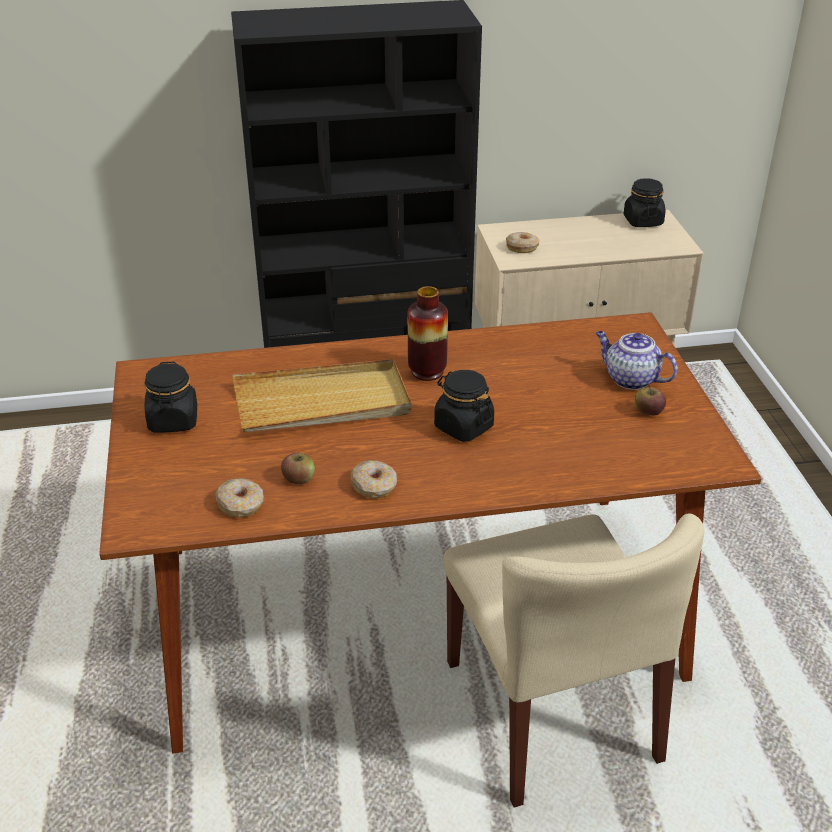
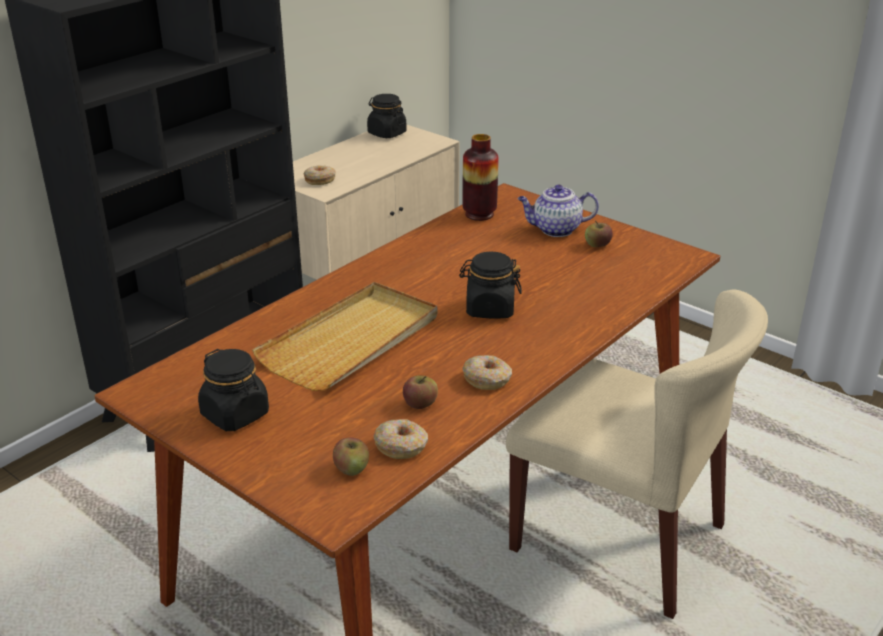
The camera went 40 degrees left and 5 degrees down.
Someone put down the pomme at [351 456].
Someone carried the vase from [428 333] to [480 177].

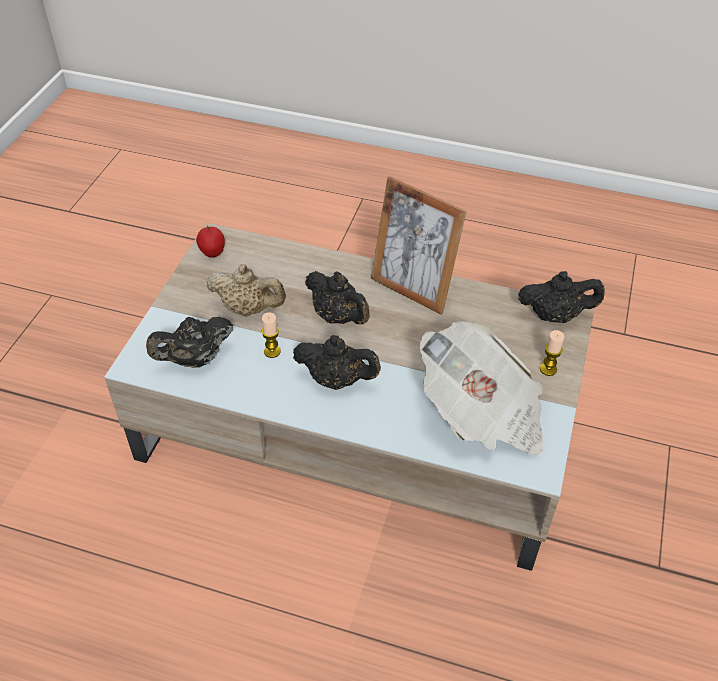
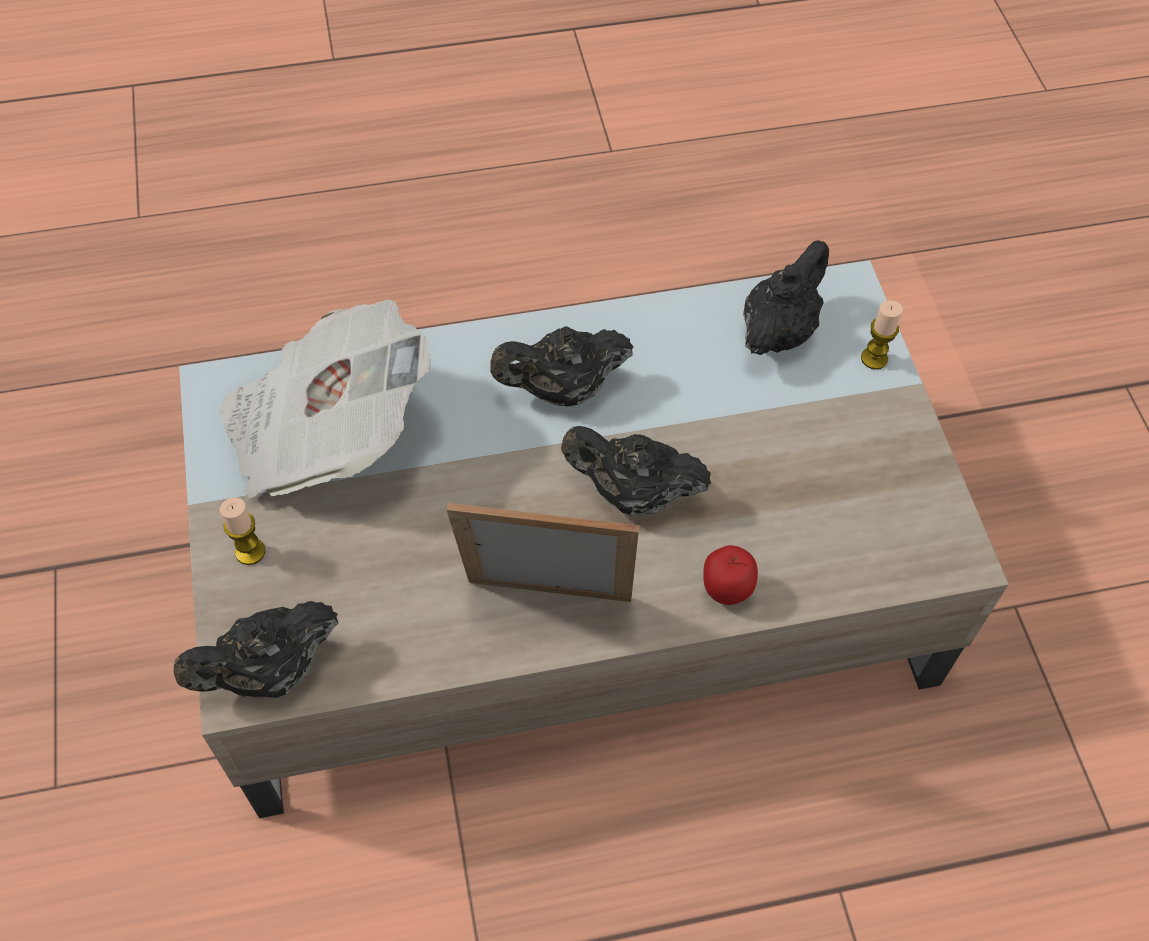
The camera went 150 degrees right and 10 degrees up.
Someone carried the pomme from [210 241] to [730 575].
Someone carried the bougie from [271 335] to [882 335].
Someone took away the théière [beige] at [246 290].

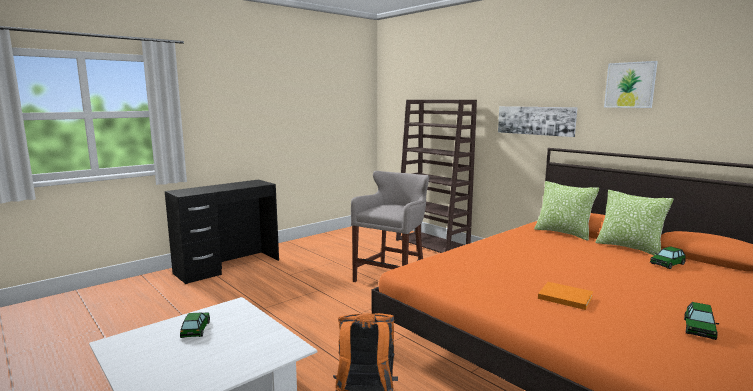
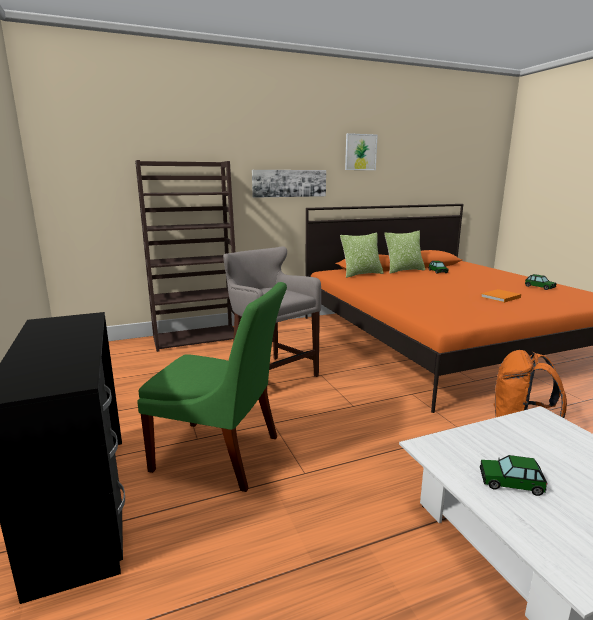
The camera went 70 degrees left and 5 degrees up.
Someone put down the chaise [vert] at [212 387].

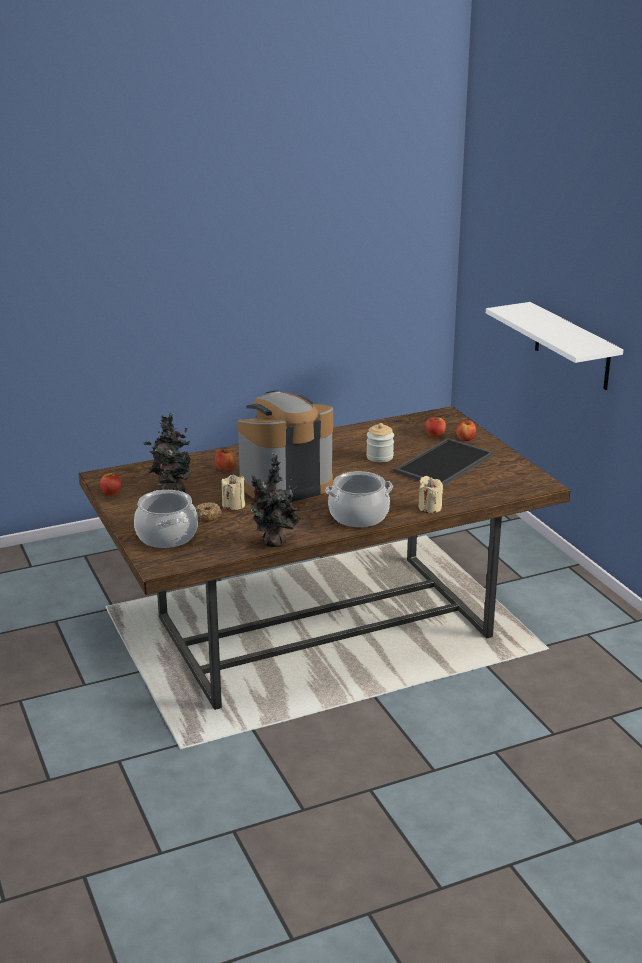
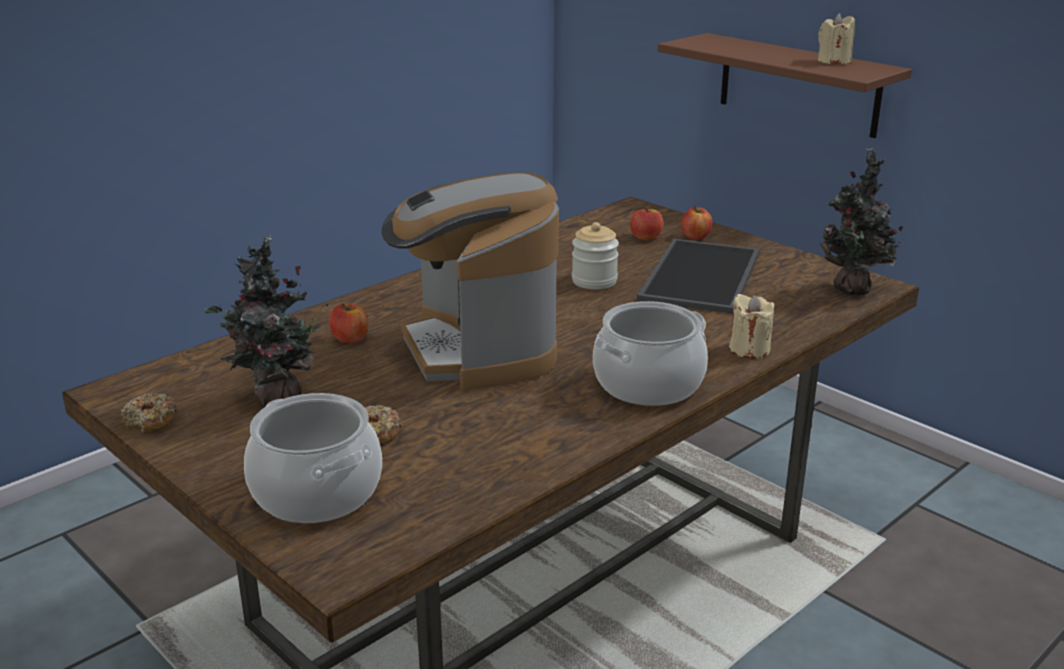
The camera went 20 degrees left and 0 degrees up.
Someone swapped the pomme at [111 484] for the beignet at [149 413].
Someone rotated the machine à café at [285 446] by 60 degrees counterclockwise.
Someone repainted the étagère [blanc] at [554 346], which became the étagère [marron] at [785 85].
Someone carried the bougie [beige] from [233 492] to [836 38].
Someone carried the plante en pot from [276 500] to [861 222].

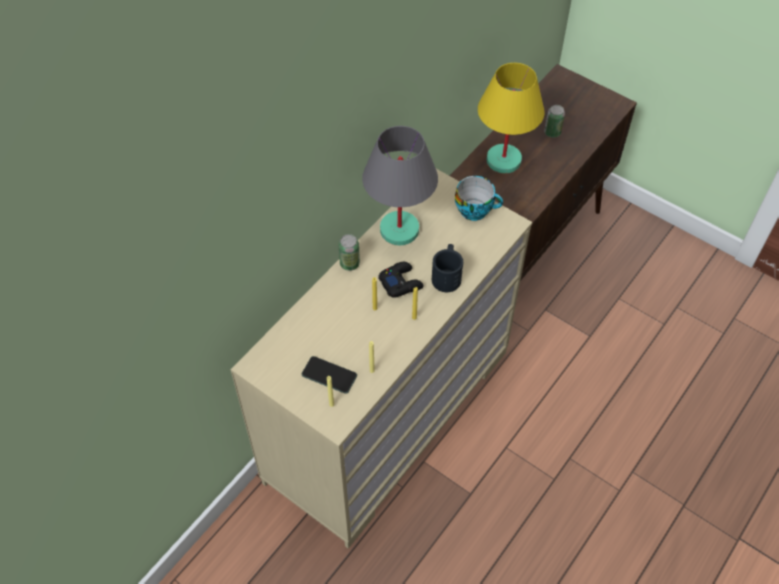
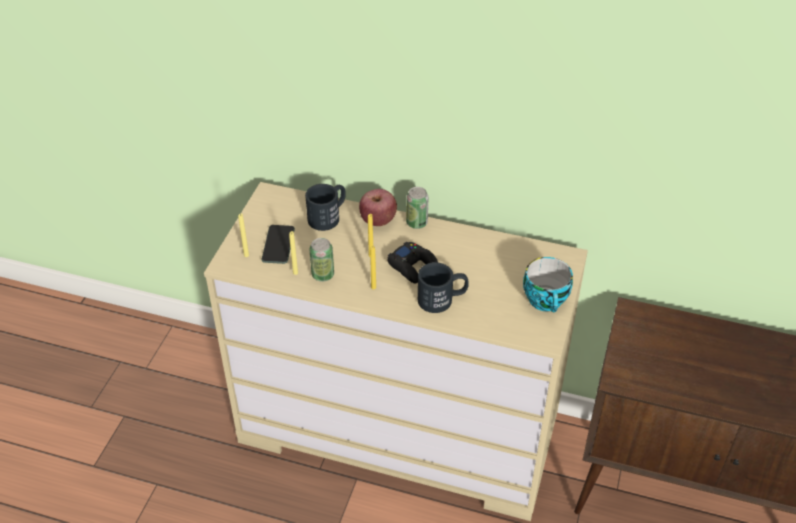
The camera went 70 degrees right and 10 degrees down.
Someone put down the mug [noir] at [325 207].
Someone carried the boîte métallique from [554 121] to [321 260].
Someone put down the pomme at [378 207].
Someone took away the lampe de table [gris] at [400 185].
Someone took away the lampe de table [jaune] at [511 118].

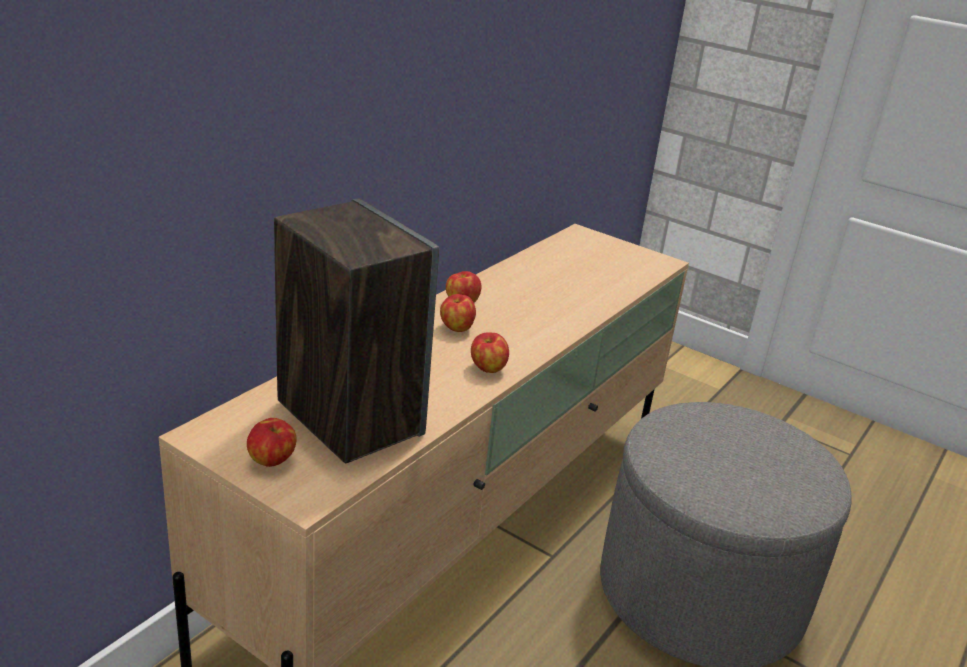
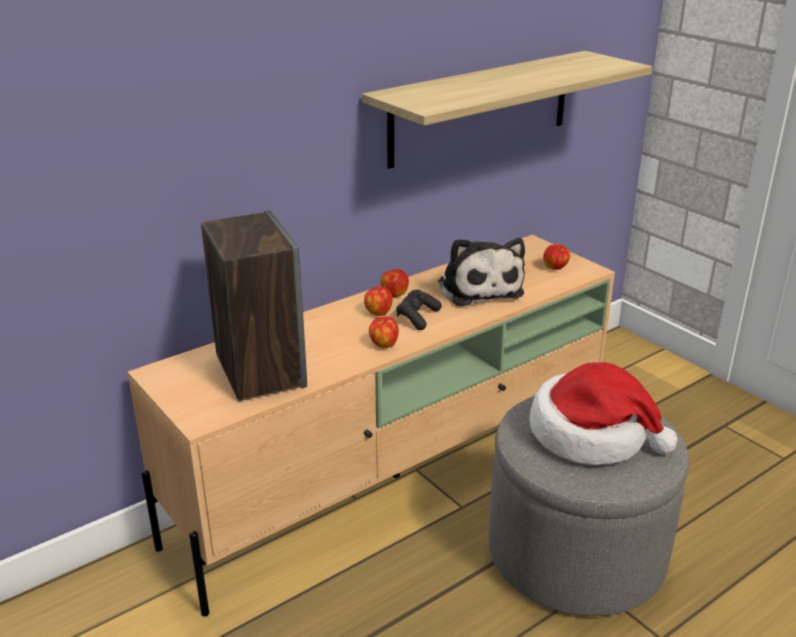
The camera went 20 degrees right and 0 degrees up.
Someone put up the étagère at [507 110].
Someone put down the manette [noir] at [419 309].
Someone put down the peluche at [481 272].
Someone put down the chapeau at [603 413].
Someone carried the pomme from [271 442] to [556 257].

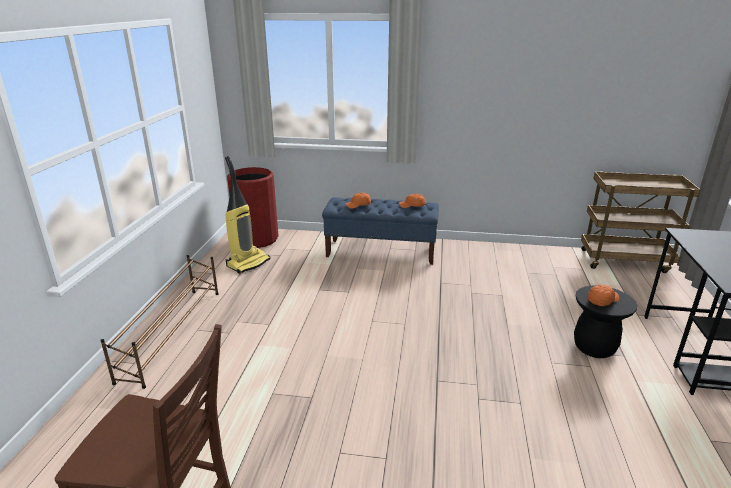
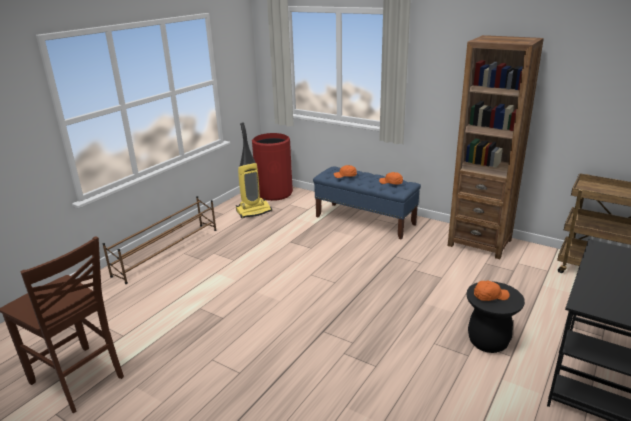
The camera went 25 degrees right and 0 degrees up.
Someone put down the bibliothèque [marron] at [496 147].

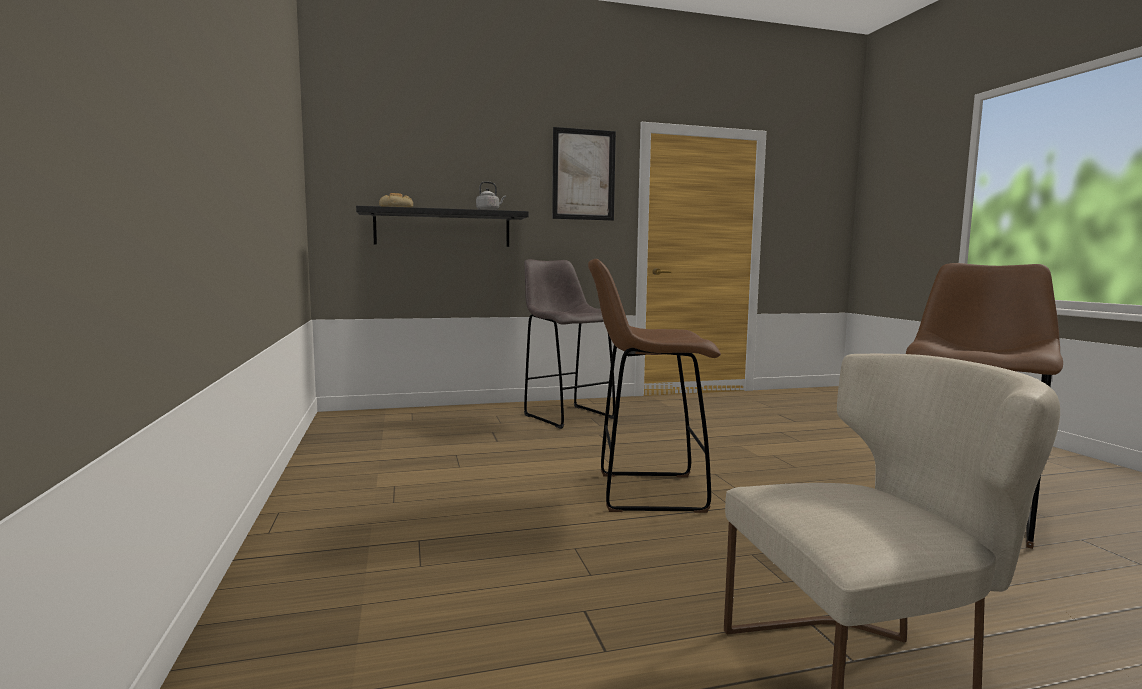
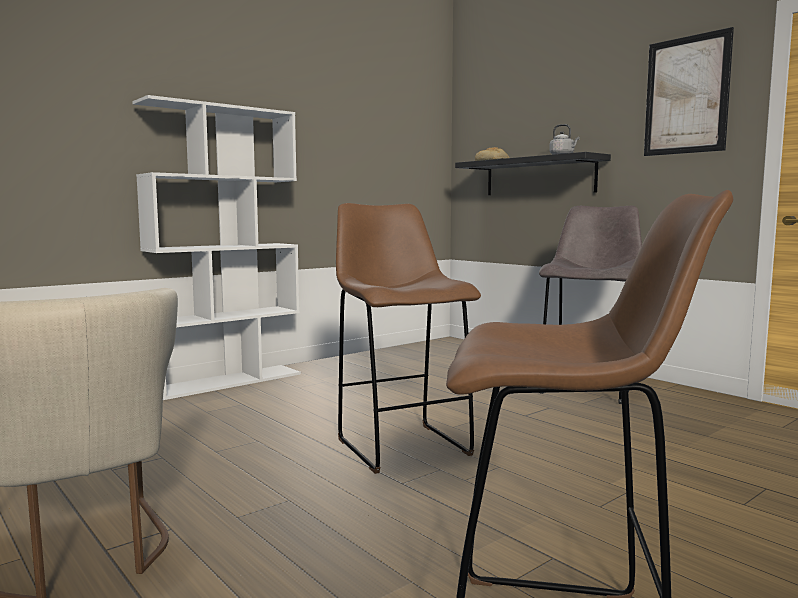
The camera went 65 degrees right and 0 degrees up.
Someone put down the bibliothèque [blanc] at [216 247].

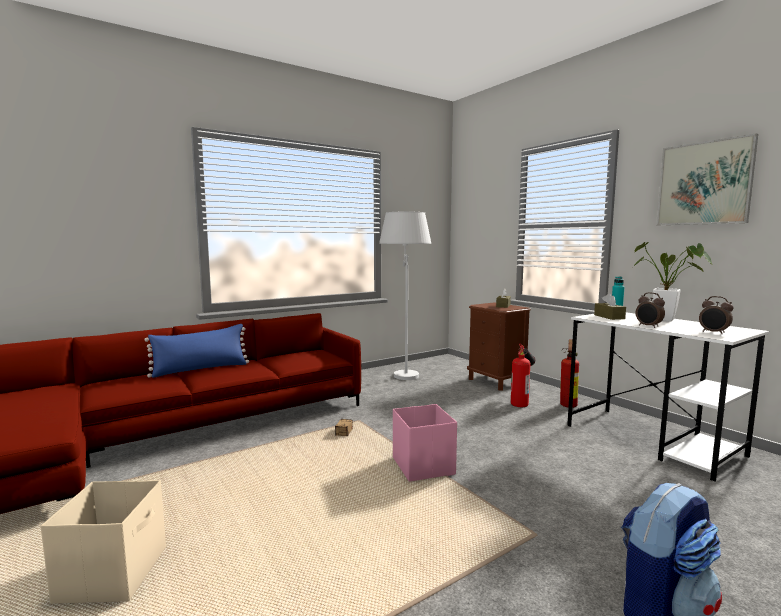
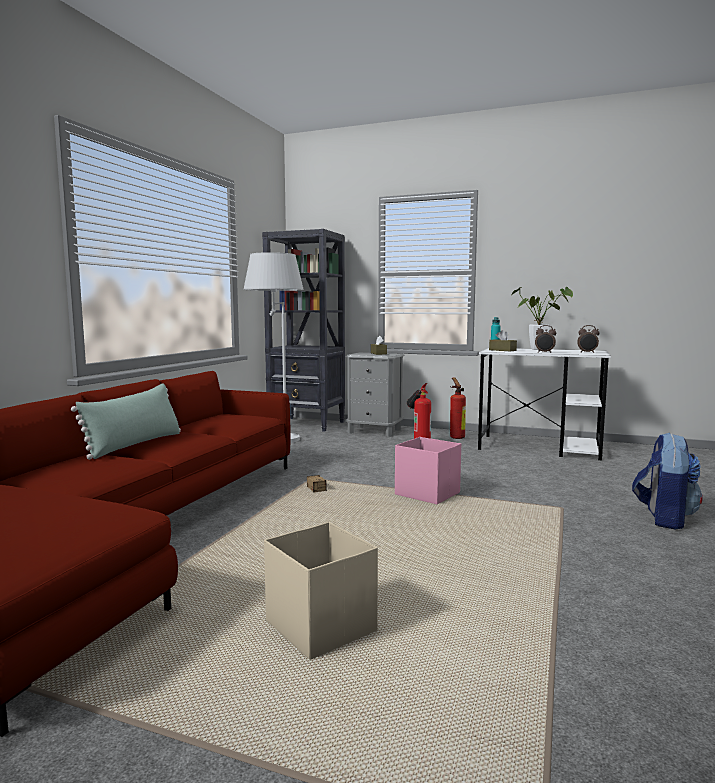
The camera went 35 degrees left and 0 degrees up.
Someone repainted the coussin [bleu] at [196 351], which became the coussin [vert] at [126 422].
Someone put down the bibliothèque [noir] at [303 330].
Someone repainted the table de chevet [marron] at [499 347], which became the table de chevet [gris] at [375 394].
Someone took away the tableau at [707 179].

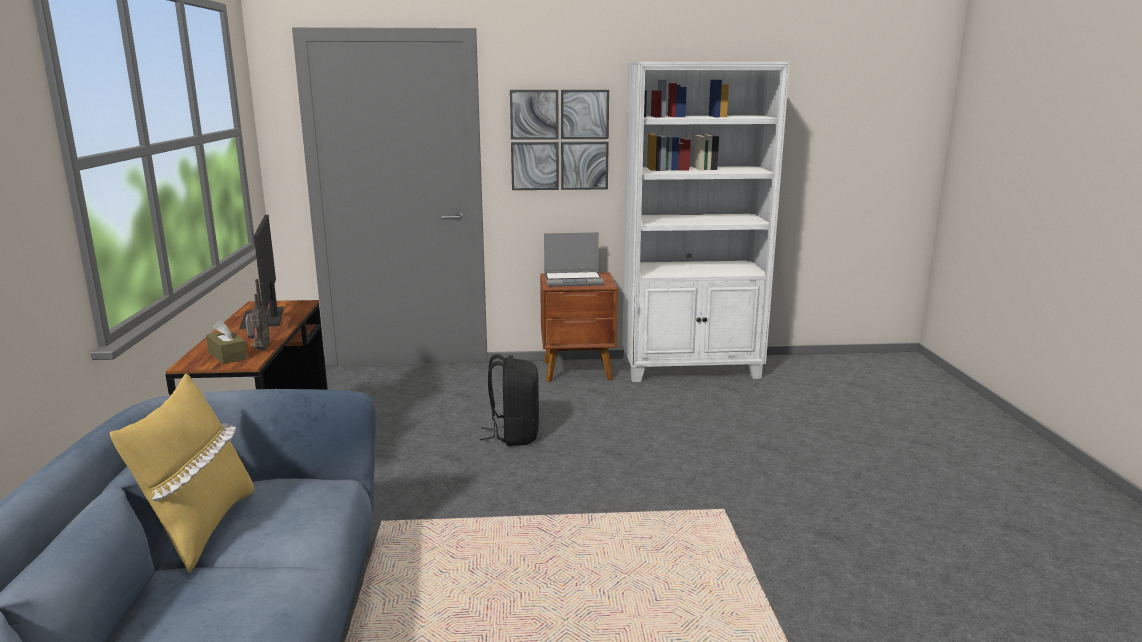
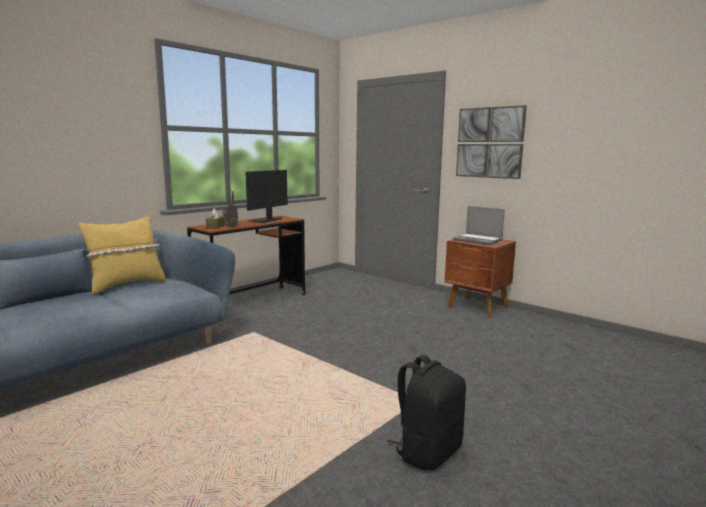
The camera went 45 degrees right and 5 degrees down.
Someone carried the sac à dos [noir] from [509 400] to [426 413].
Someone took away the bibliothèque [blanc] at [706 222].

